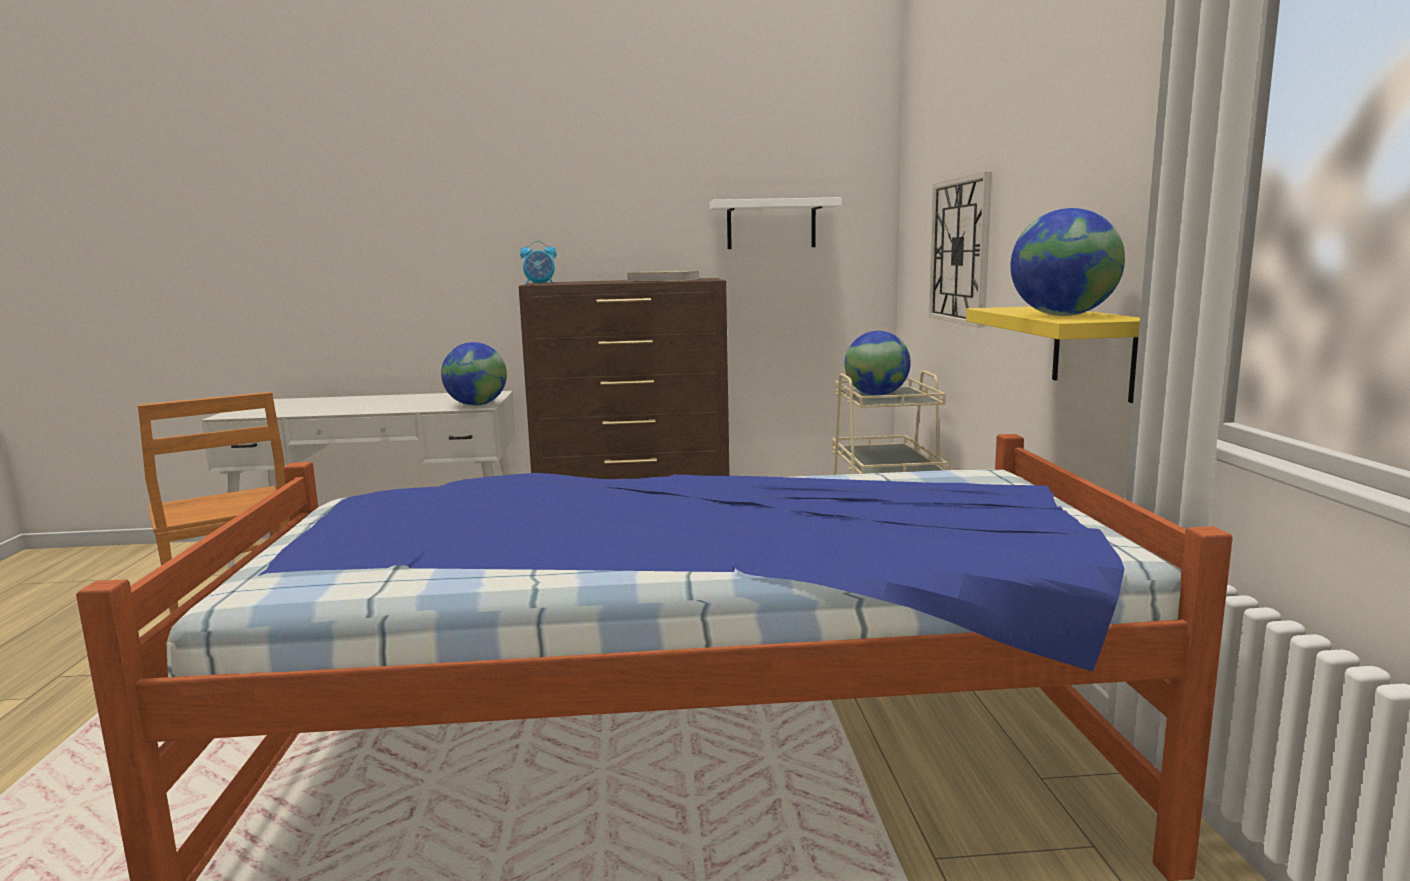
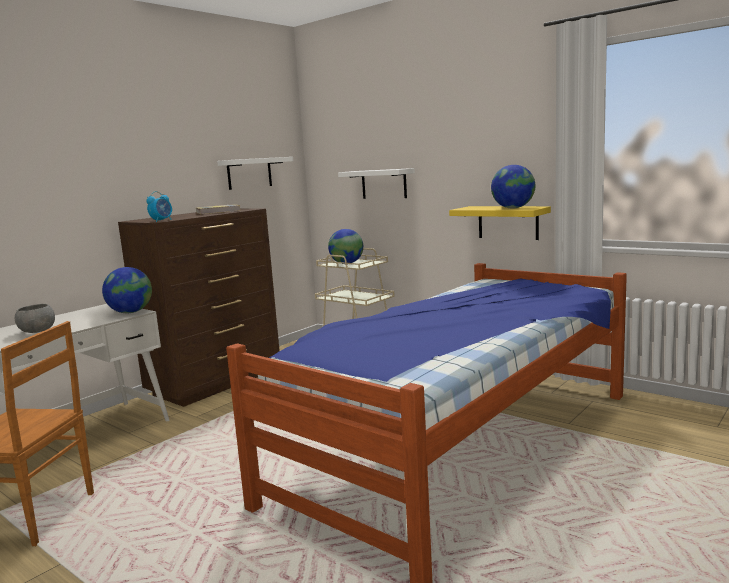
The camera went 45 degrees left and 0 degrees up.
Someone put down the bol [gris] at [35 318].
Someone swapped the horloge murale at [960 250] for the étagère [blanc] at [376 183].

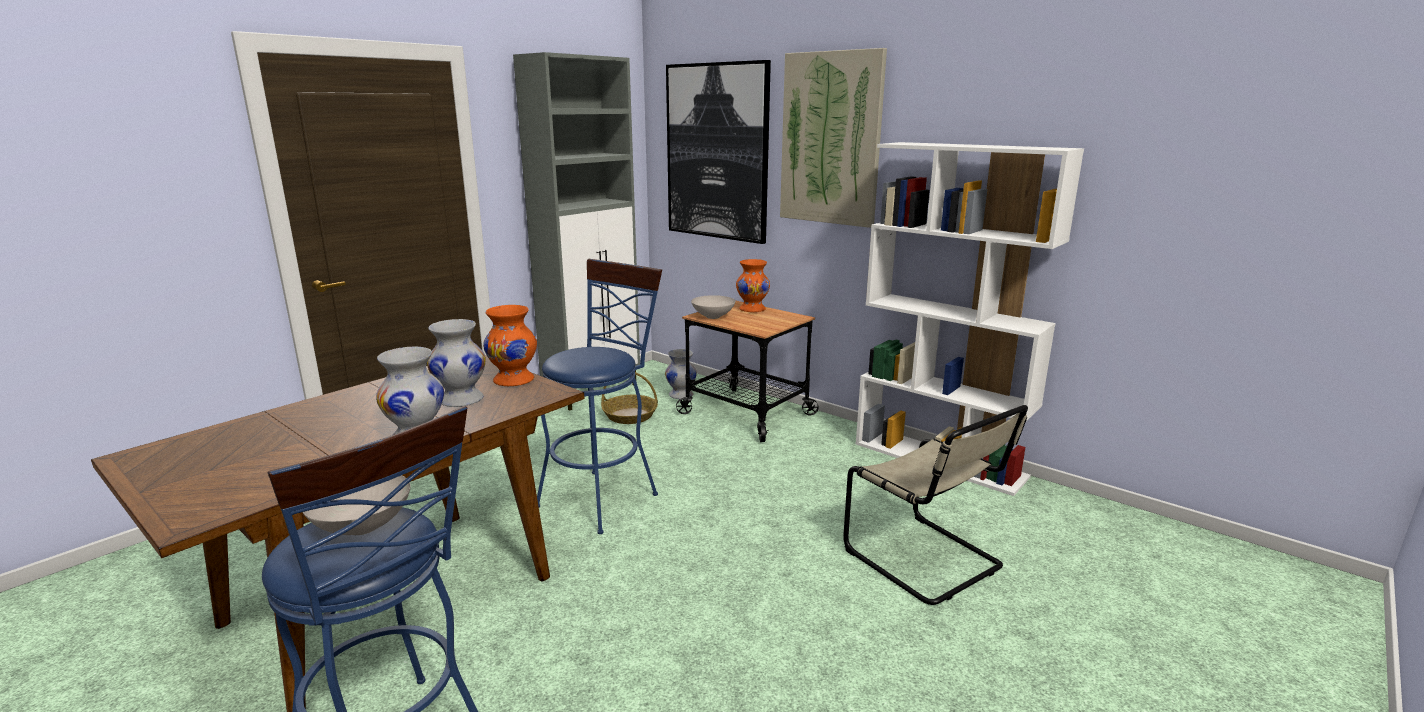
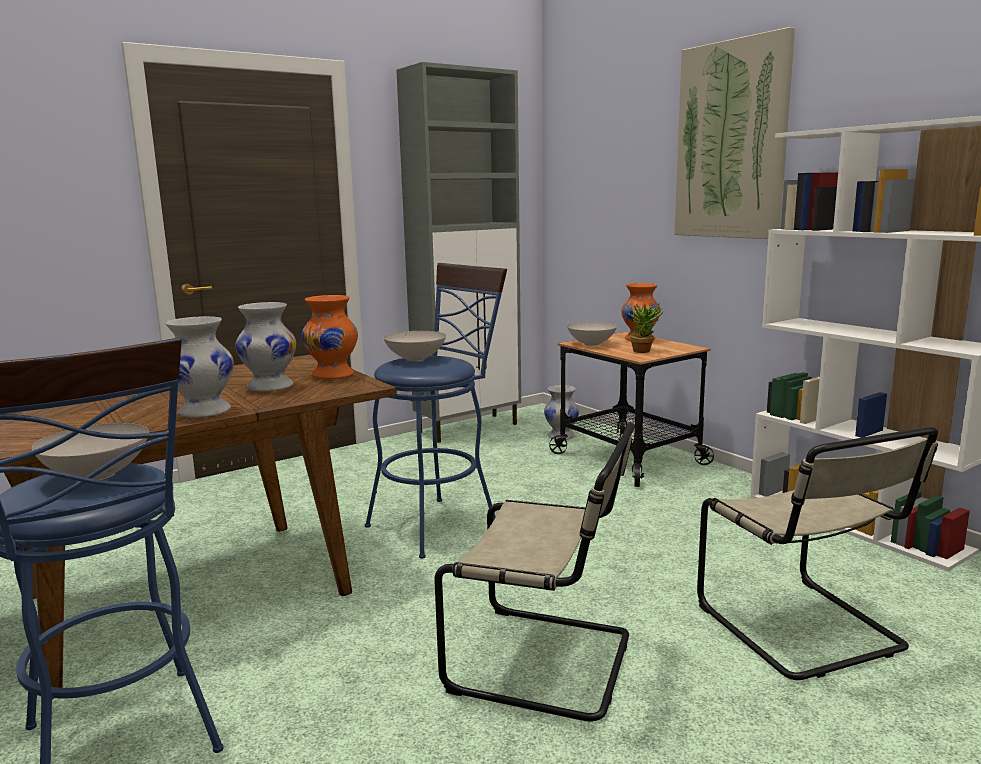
The camera went 15 degrees right and 5 degrees down.
Someone put down the bol [blanc] at [415 346].
Someone put down the chaise [beige] at [534 572].
Someone put down the plante en pot at [645 328].
Someone took away the panier at [629 398].
Someone took away the tableau at [718 152].

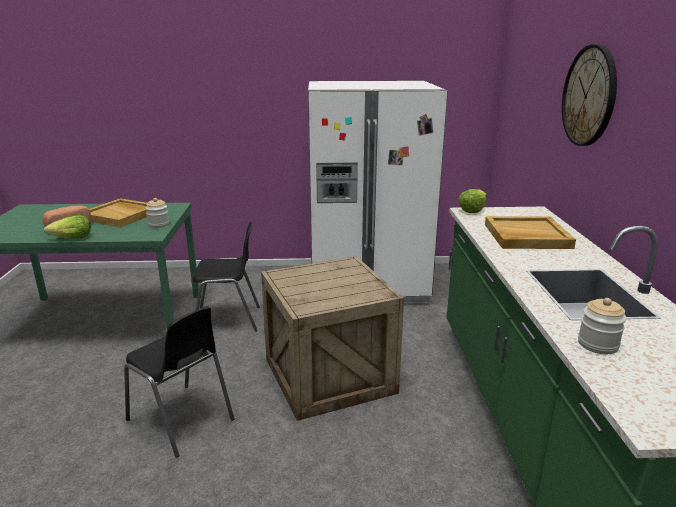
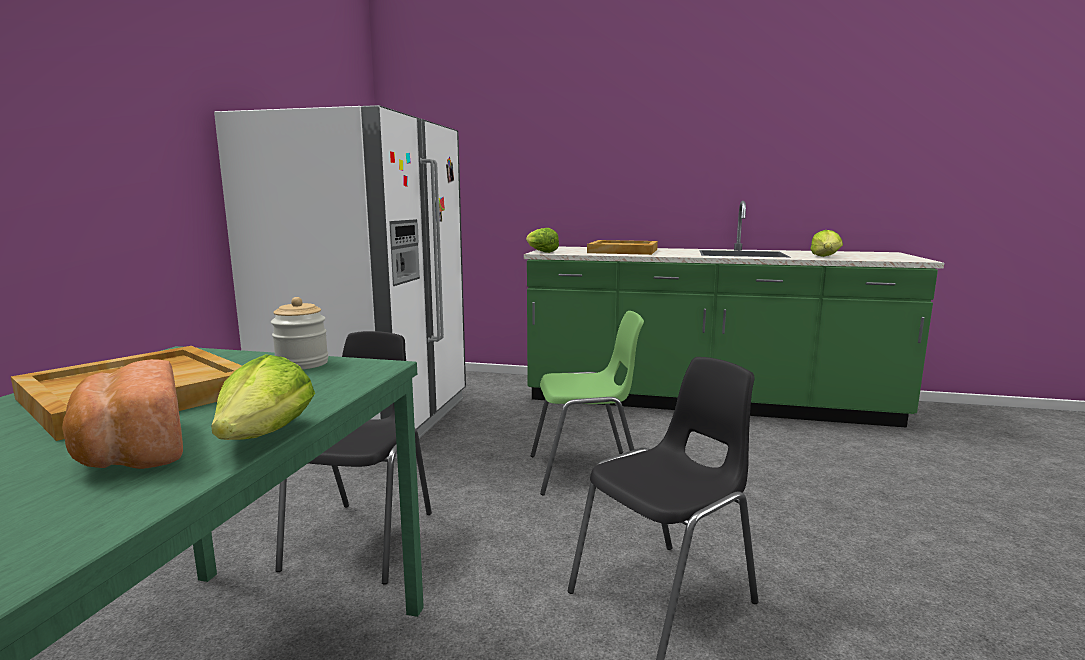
The camera went 75 degrees left and 10 degrees down.
Someone swapped the caisse at [332 338] for the chaise [vert] at [587 403].
Someone swapped the bocal at [602 326] for the laitue at [826 243].
Someone took away the horloge murale at [589 95].

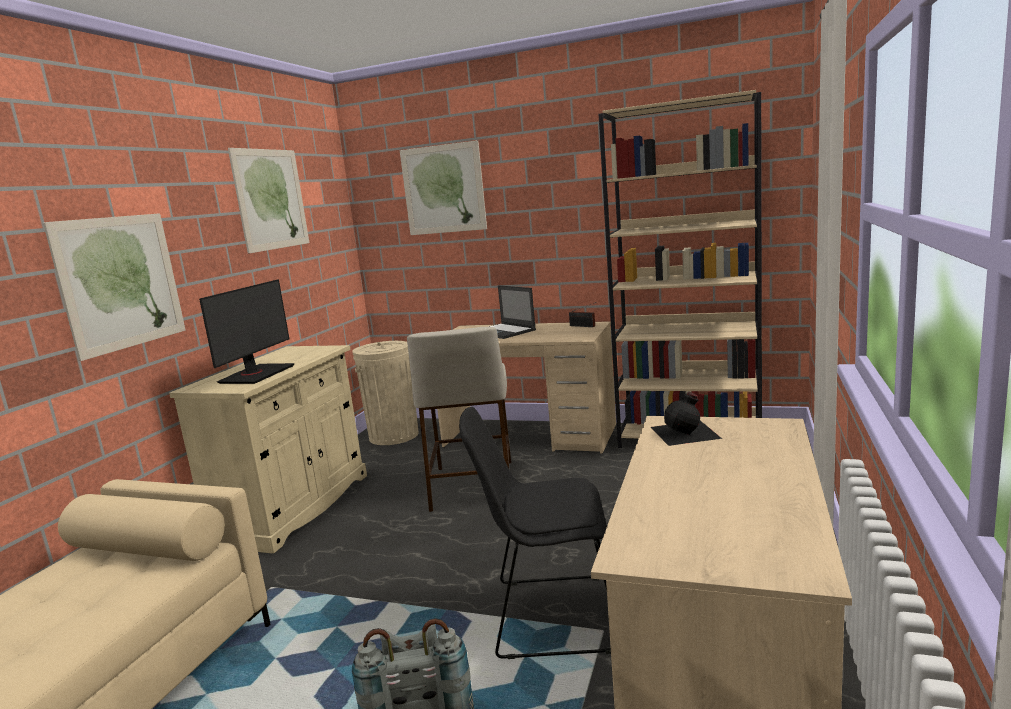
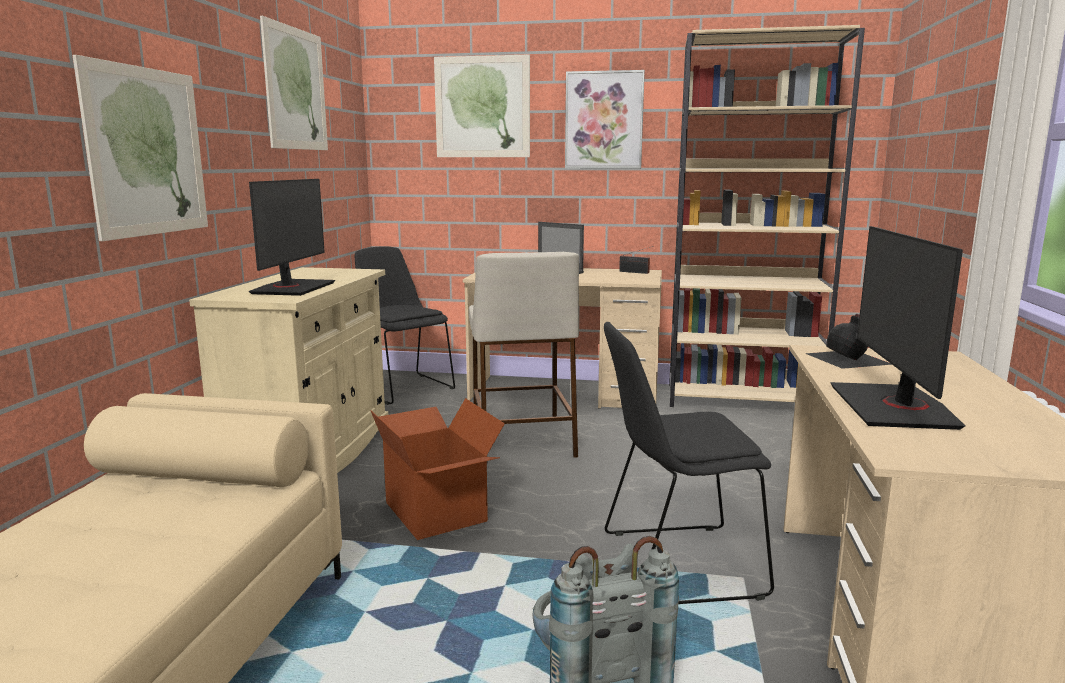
The camera went 10 degrees left and 0 degrees up.
Someone swapped the poubelle [beige] at [385 393] for the chaise [noir] at [405 326].
Someone put down the carton at [437 469].
Someone put up the tableau at [605 119].
Someone put down the écran d'ordinateur at [897 328].

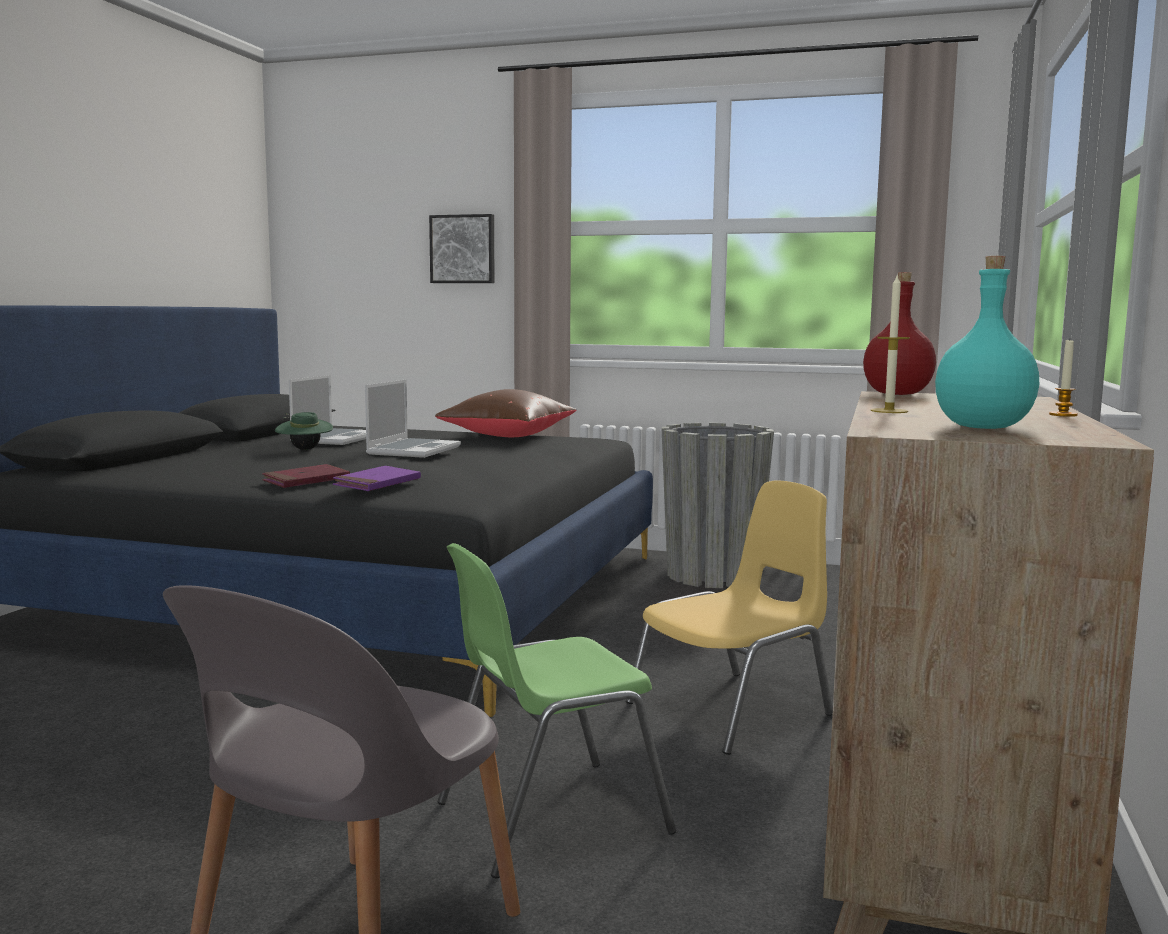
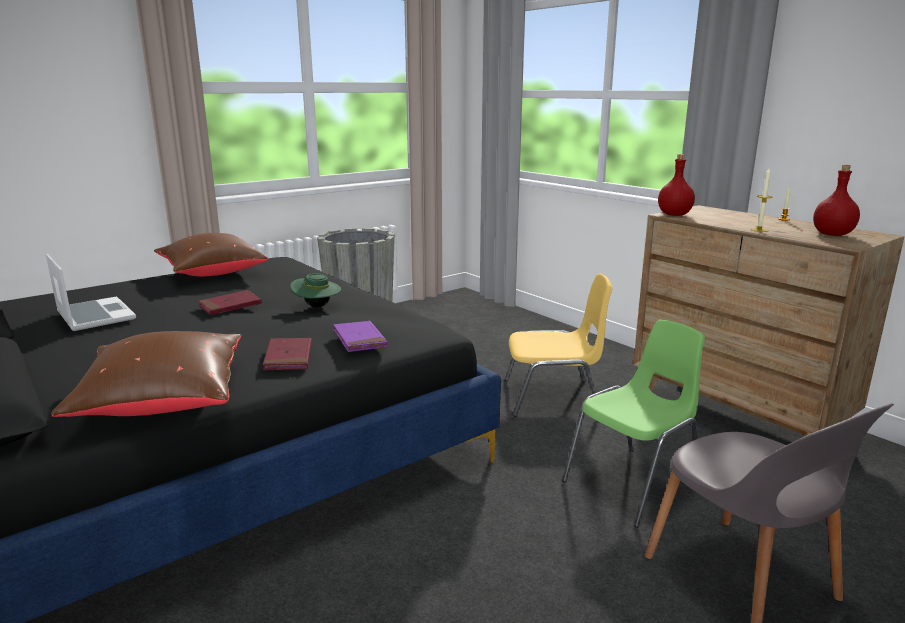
The camera went 55 degrees left and 10 degrees up.
Someone put down the coussin [marron] at [146 374].
Someone swapped the ordinateur portable at [413 419] for the livre [rouge] at [230 302].
Someone carried the chapeau [vert] from [304 431] to [315 290].
Someone rotated the chaise [jaune] at [729 617] by 90 degrees clockwise.
Someone rotated the chaise [vert] at [557 711] by 135 degrees counterclockwise.
Someone repainted the bouteille [turquoise] at [987 342], which became the bouteille [rouge] at [836 200].
Someone took away the tableau at [461 248].

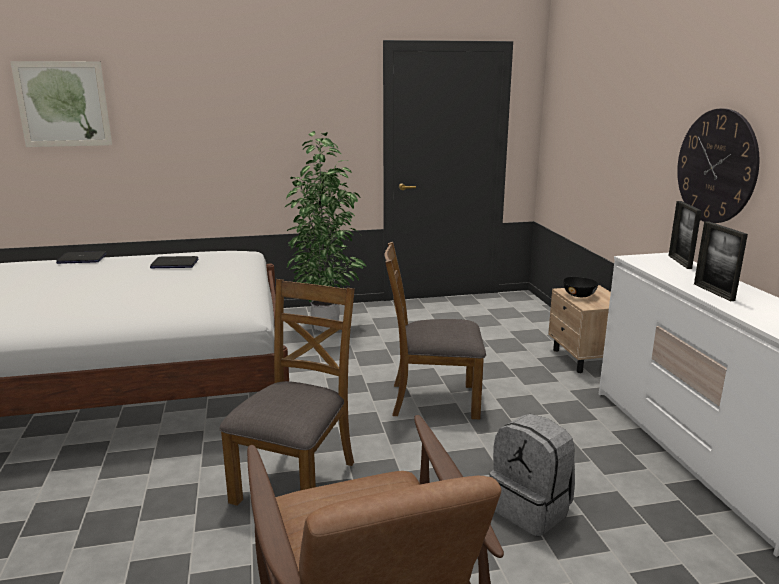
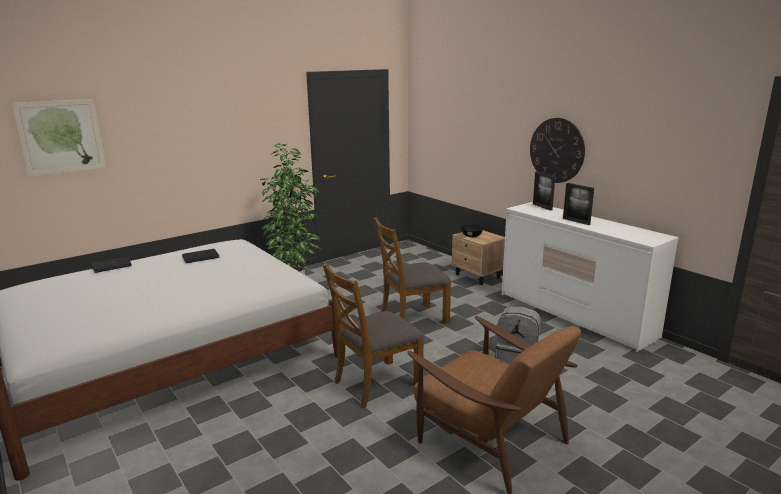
The camera went 25 degrees left and 0 degrees up.
Someone rotated the chaise [marron] at [287 392] by 120 degrees counterclockwise.

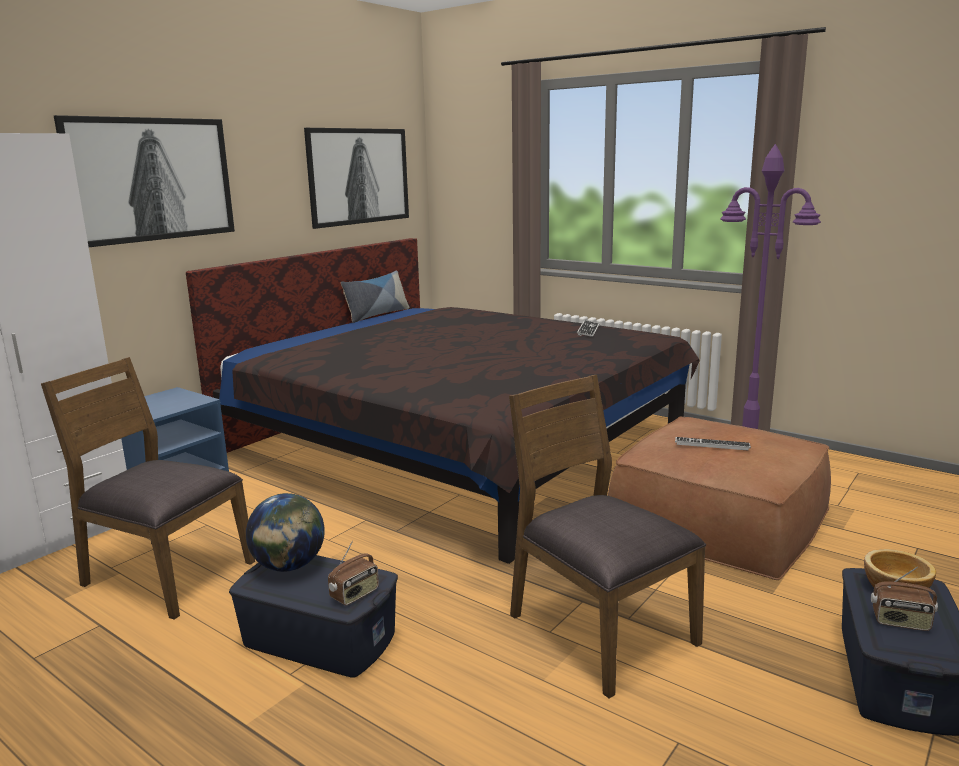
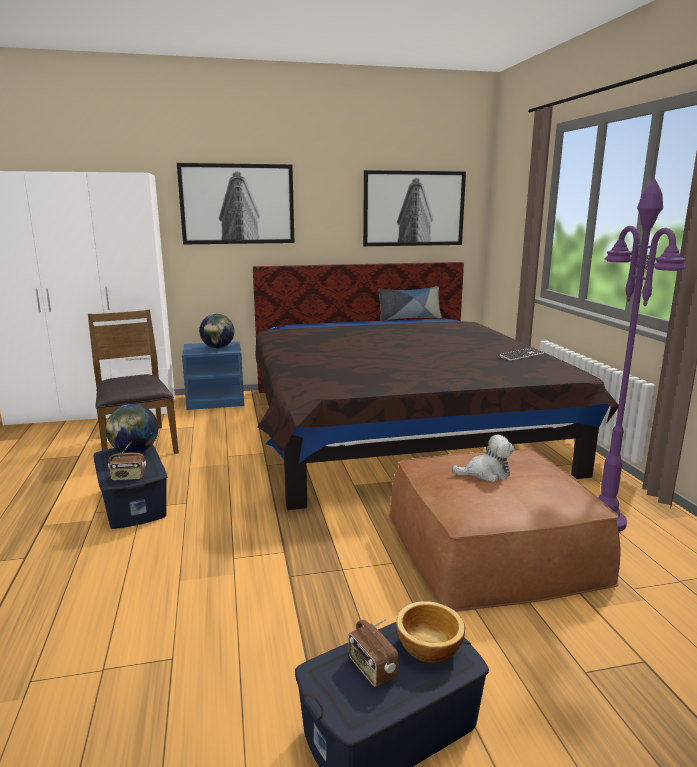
The camera went 40 degrees right and 0 degrees up.
Someone put down the globe at [216 331].
Someone swapped the clavier at [713 444] for the peluche at [483 458].
Someone took away the chaise [marron] at [607 536].

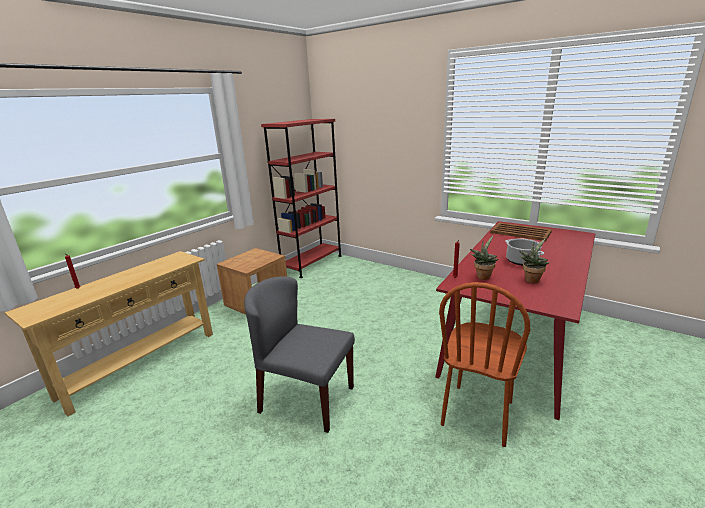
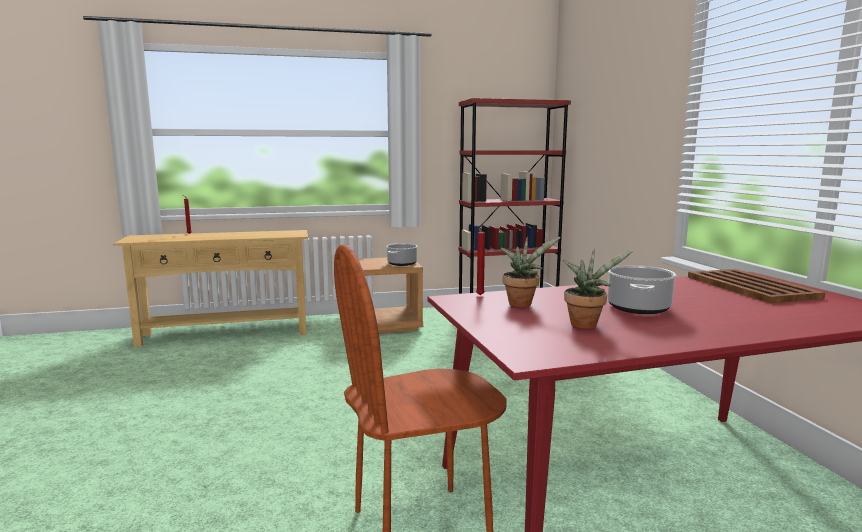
The camera went 40 degrees right and 10 degrees down.
Someone put down the marmite at [402 254].
Someone took away the chaise [gris] at [299 354].

